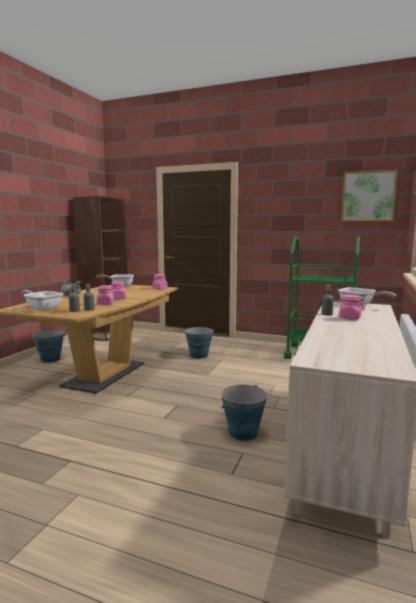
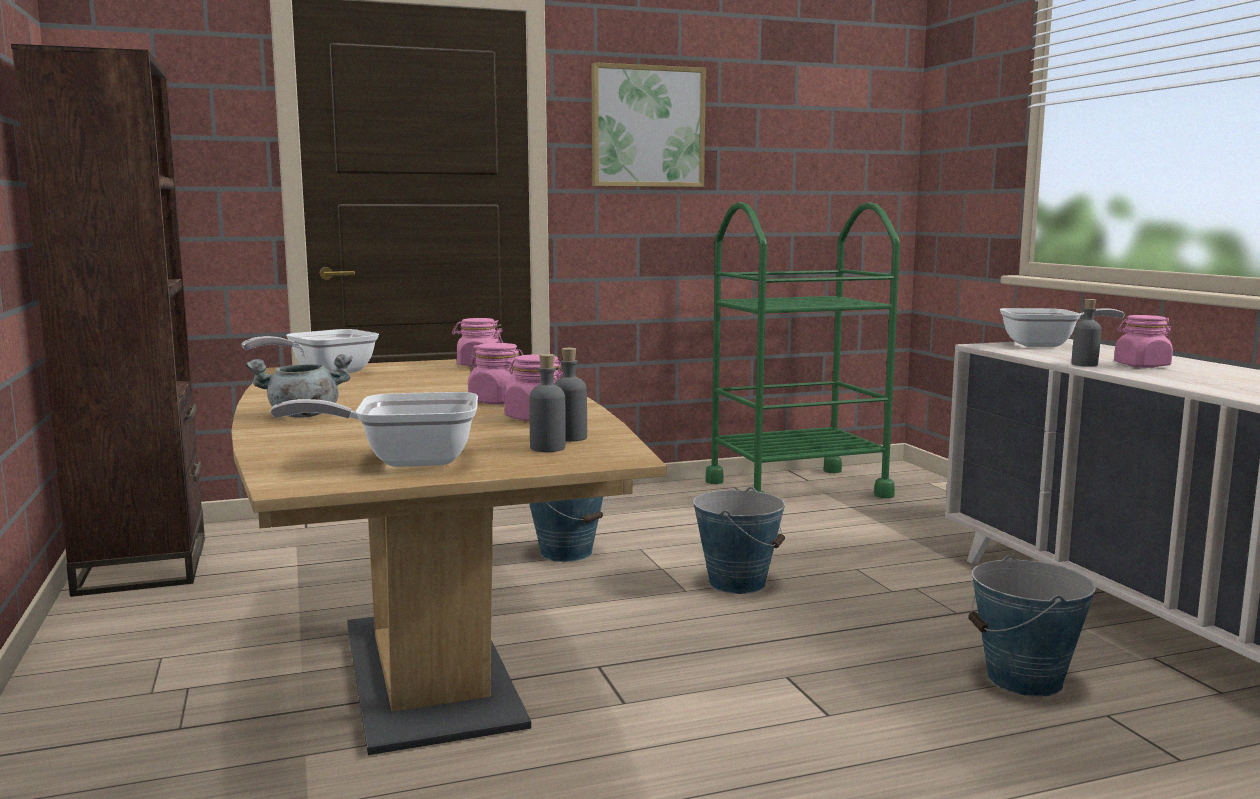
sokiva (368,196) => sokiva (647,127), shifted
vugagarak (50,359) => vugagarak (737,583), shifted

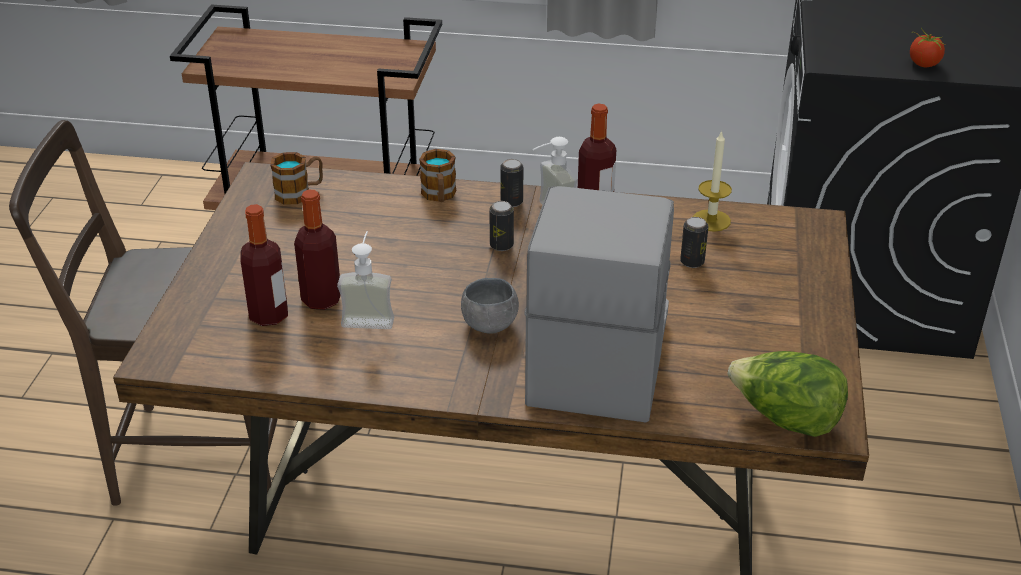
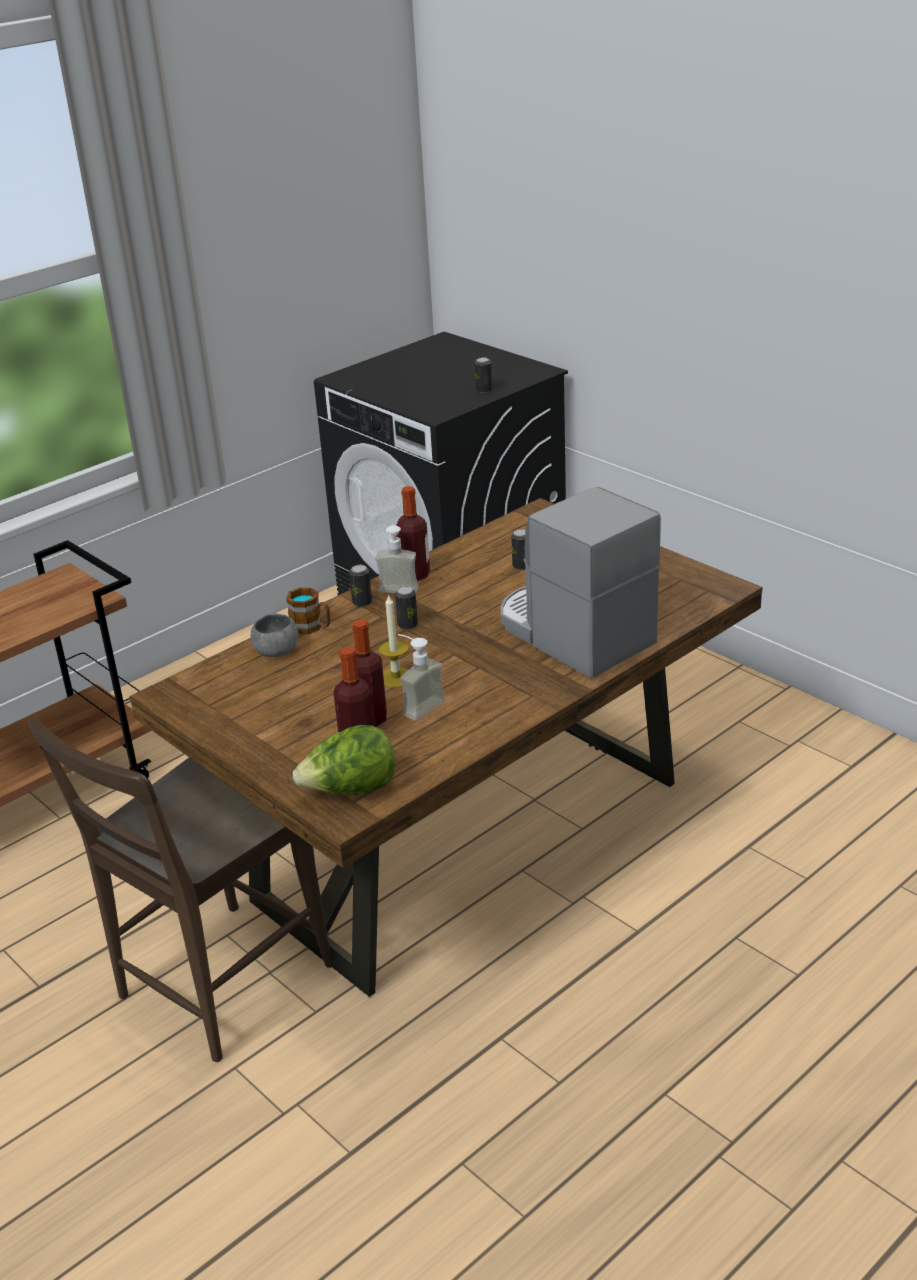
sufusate (923,64) => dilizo (484,390)
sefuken (711,220) => sefuken (396,677), shifted
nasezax (299,193) => nothing
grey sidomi (489,324) => grey sidomi (277,651), shifted
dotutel (785,419) => dotutel (351,791), shifted

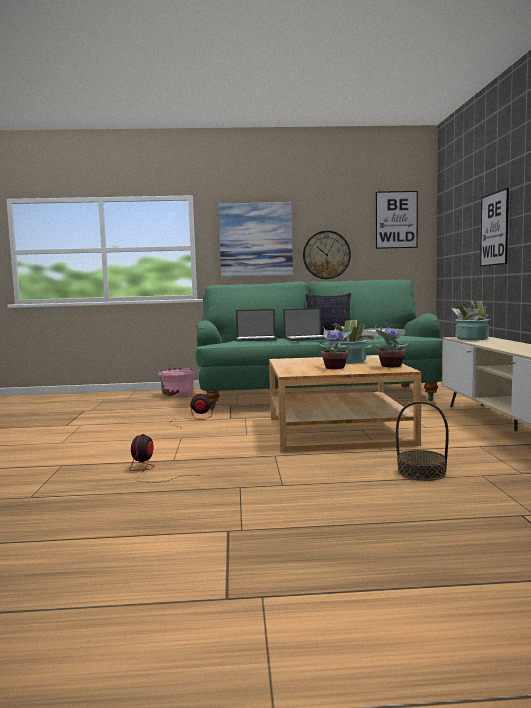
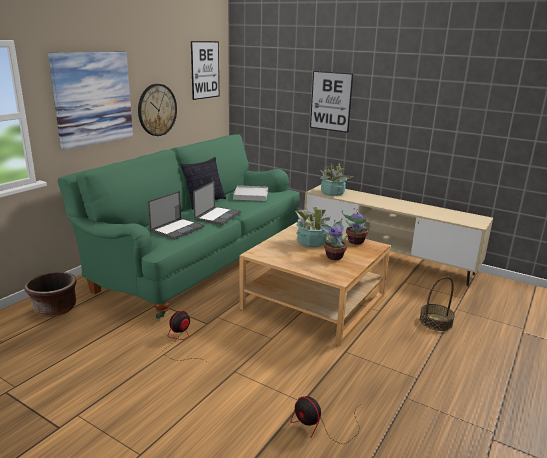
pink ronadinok (177,394) => brown ronadinok (55,309)

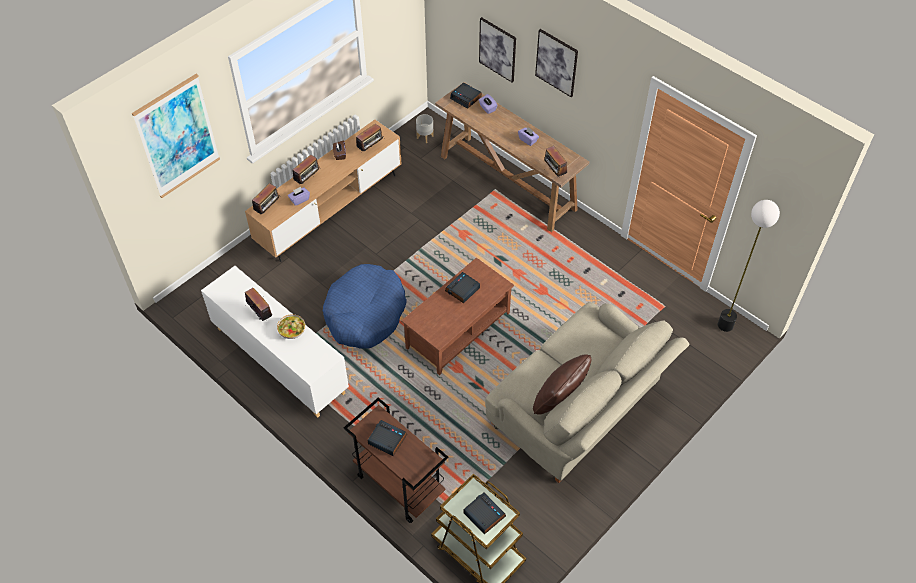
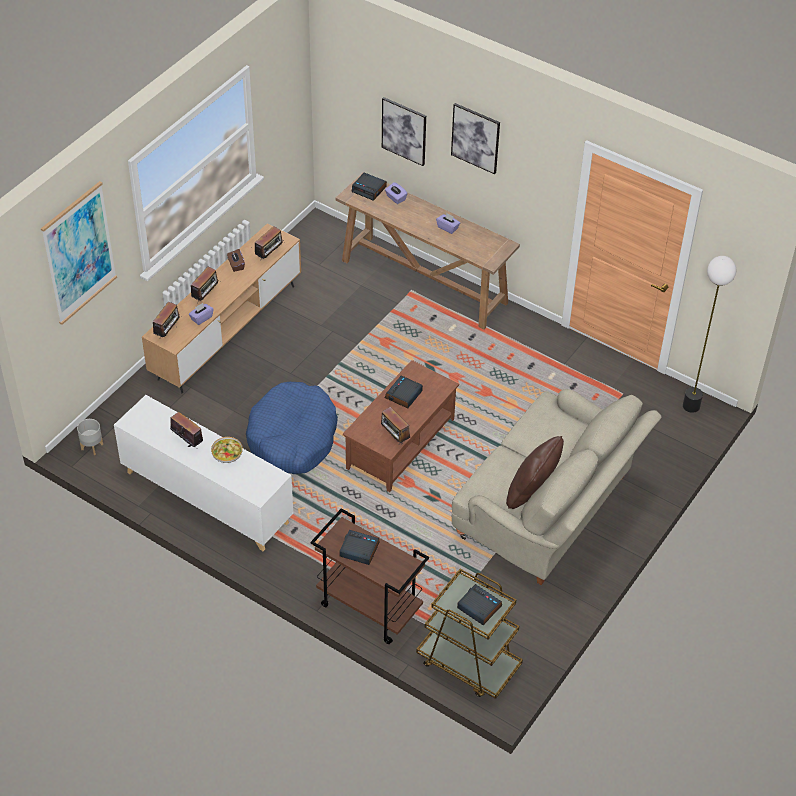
grey ronadinok (424,137) => grey ronadinok (91,447), shifted
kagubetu (554,172) => kagubetu (395,437), shifted

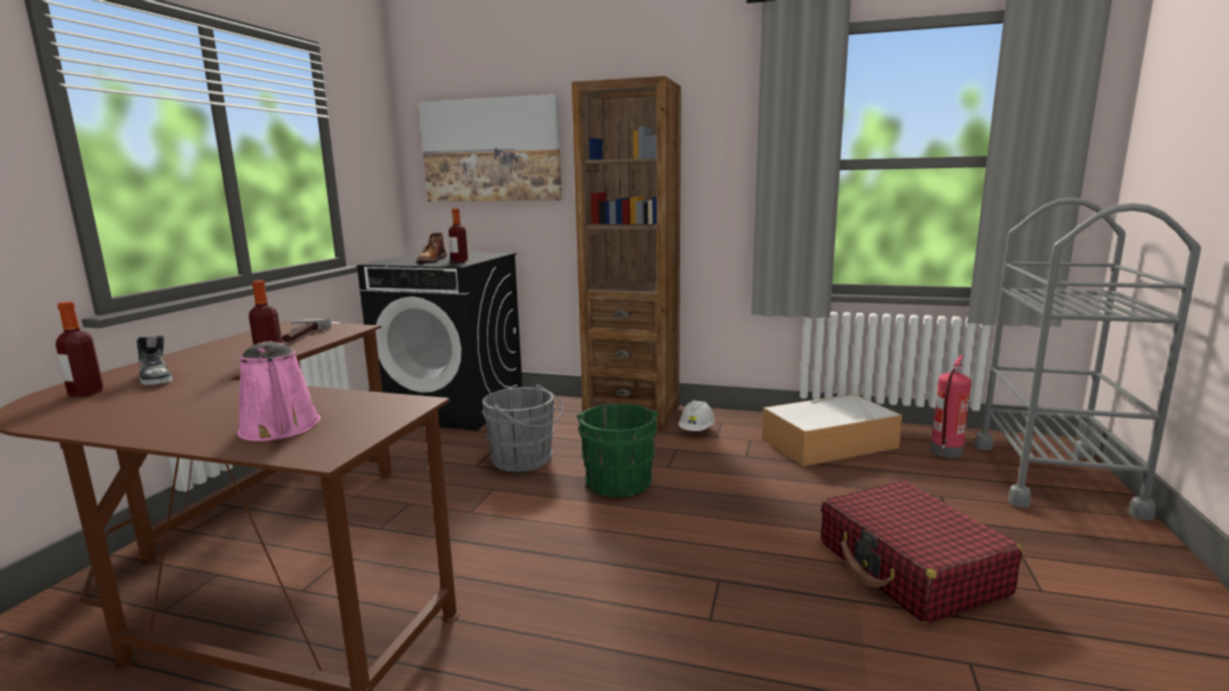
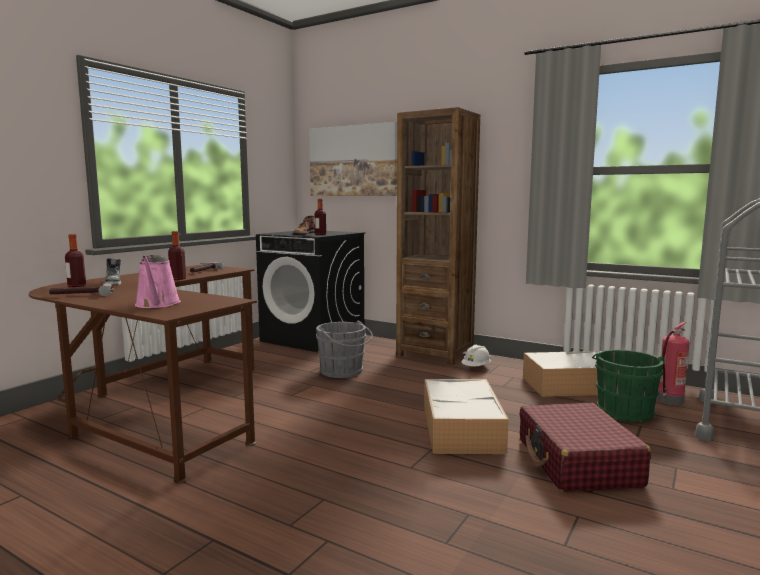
green vugagarak (618,480) => green vugagarak (624,410), shifted
nothing => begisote (83,294)
nothing => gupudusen (462,429)

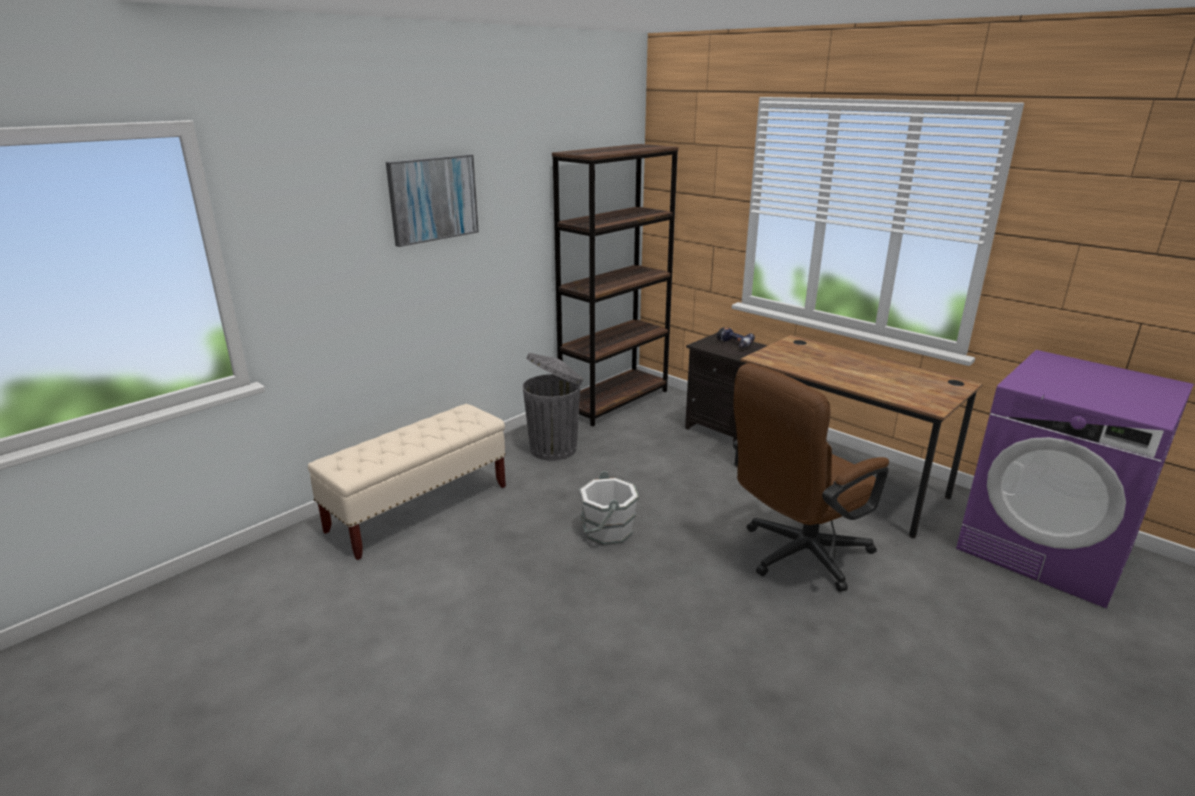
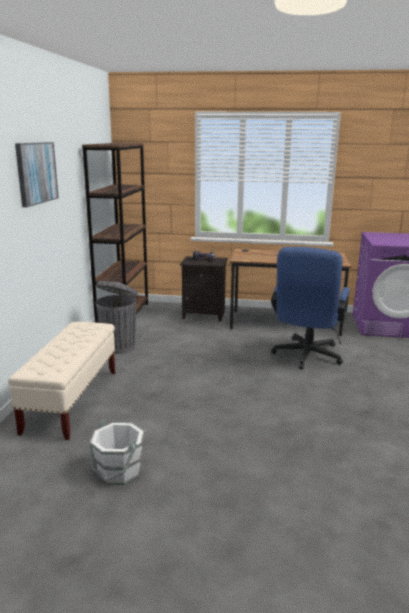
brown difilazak (796,556) => blue difilazak (306,357)
white vugagarak (607,531) => white vugagarak (118,472), shifted

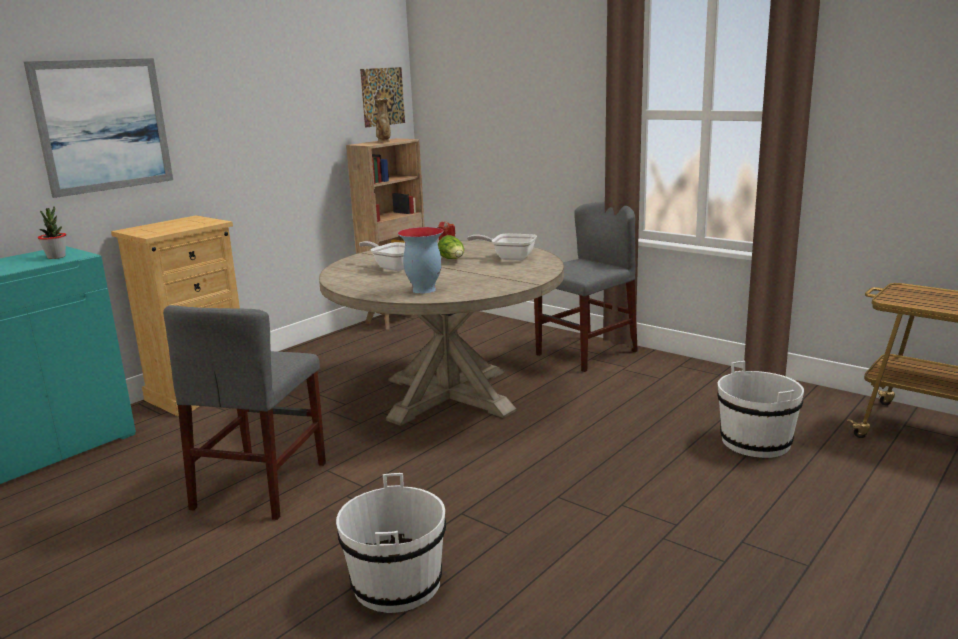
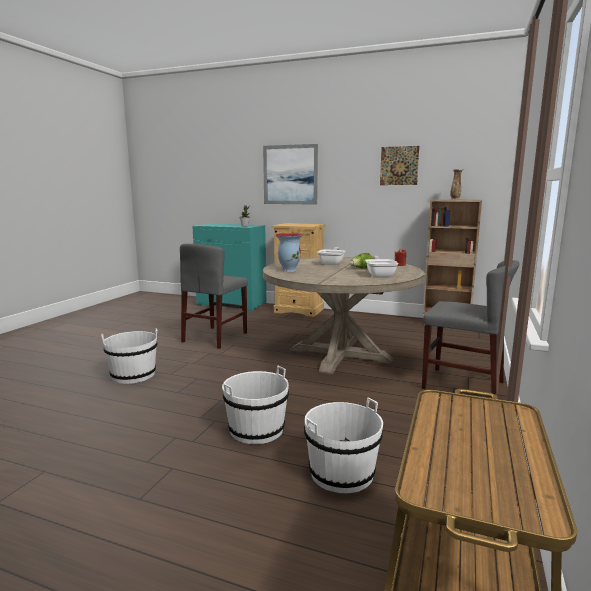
sokiva (383,96) => sokiva (399,165), shifted
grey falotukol (261,485) => grey falotukol (215,337), 60 degrees counterclockwise
nothing => white vugagarak (257,430)

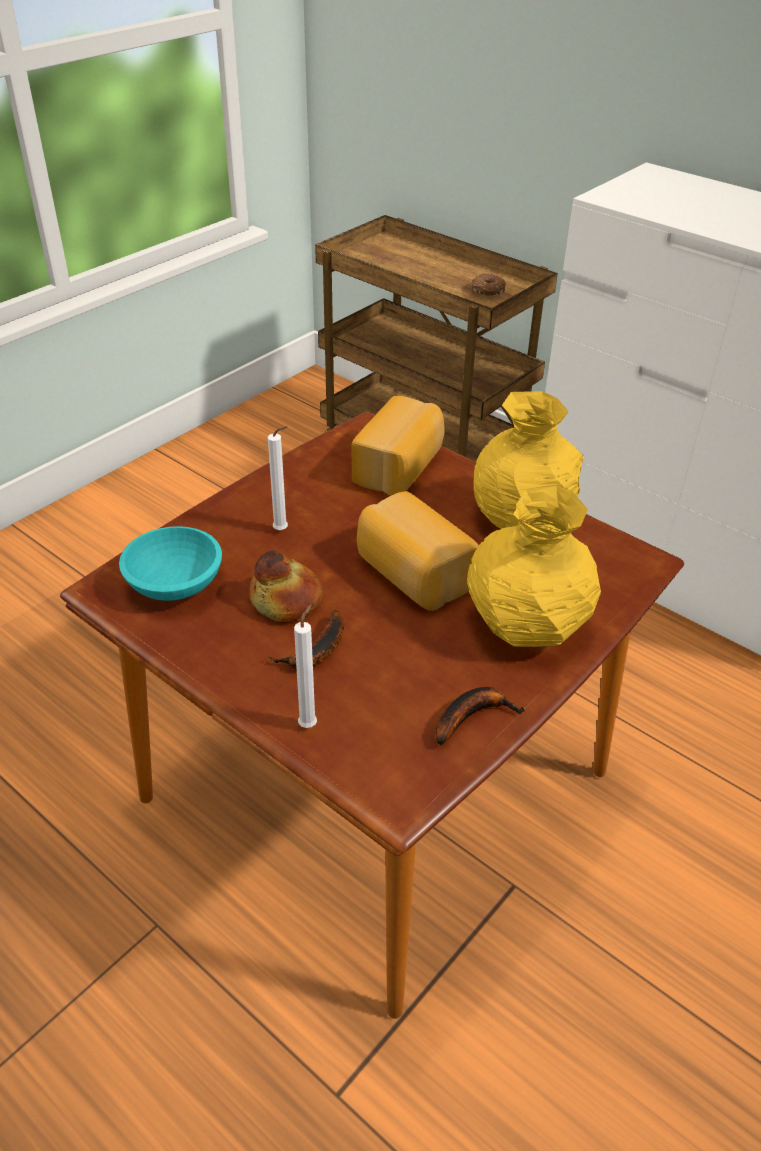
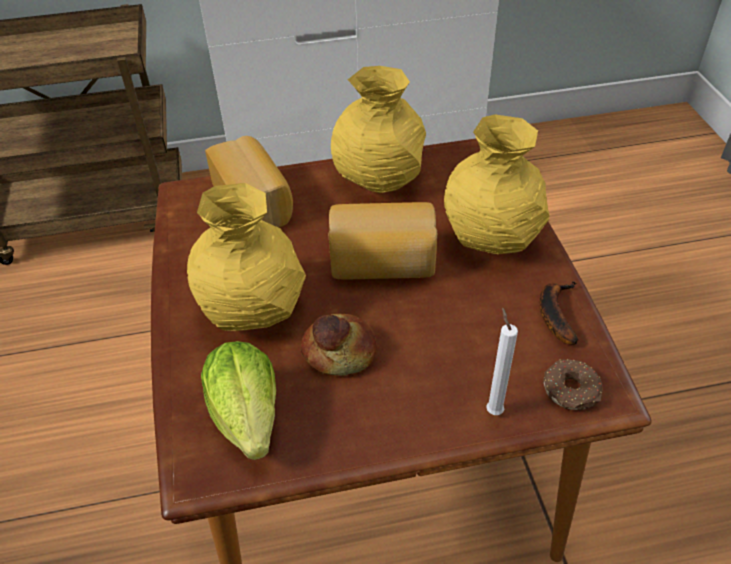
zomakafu (487,291) => zomakafu (571,391), shifted
white sefuken (283,530) => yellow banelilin (254,310)
turquoise sidomi (177,584) => dotutel (247,415)
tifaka (316,652) => nothing

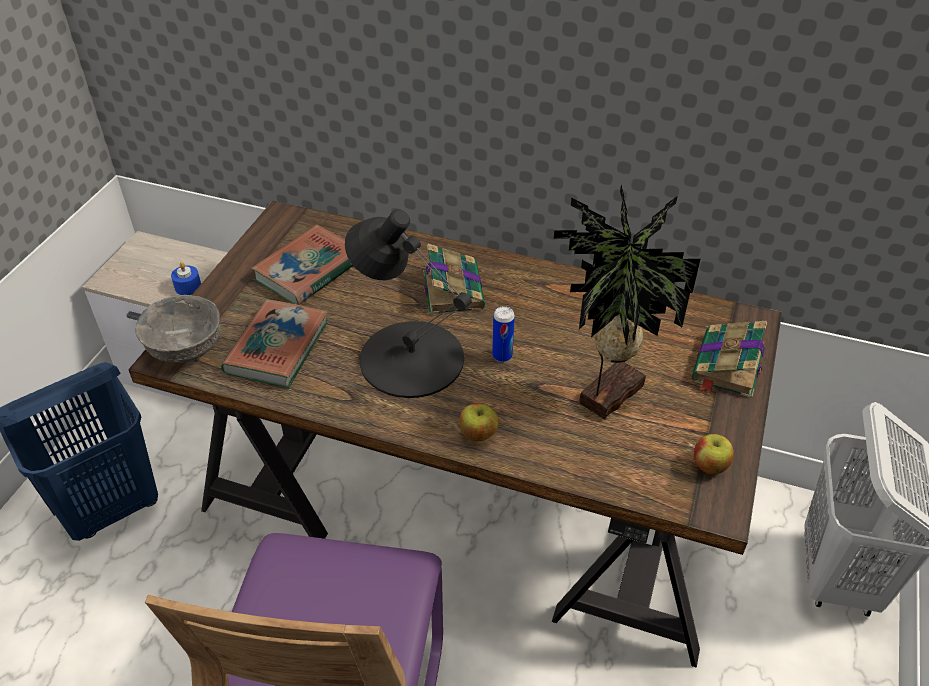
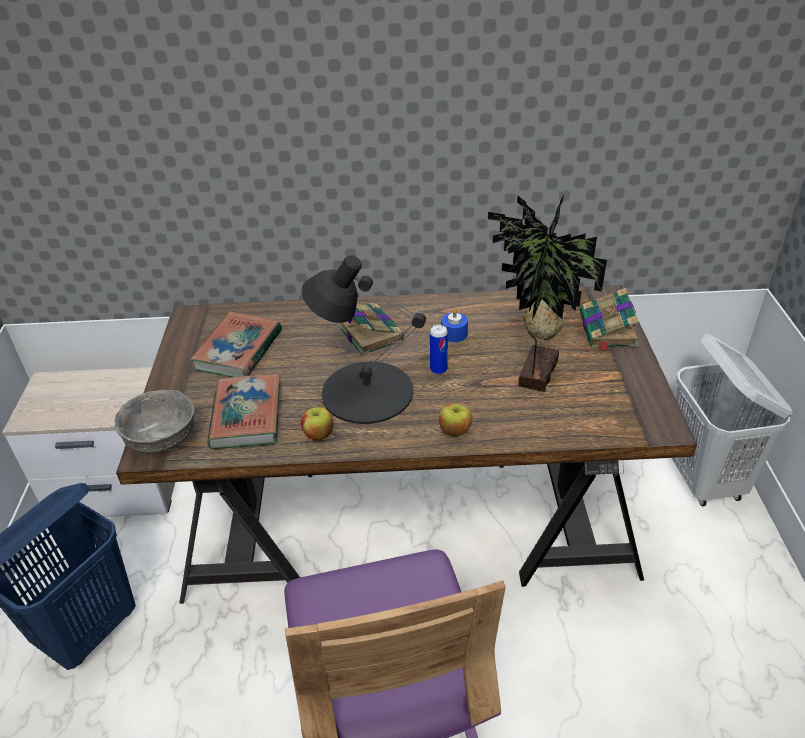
blue sefuken (188,287) => blue sefuken (454,334), shifted
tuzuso (709,465) => tuzuso (318,434), shifted

